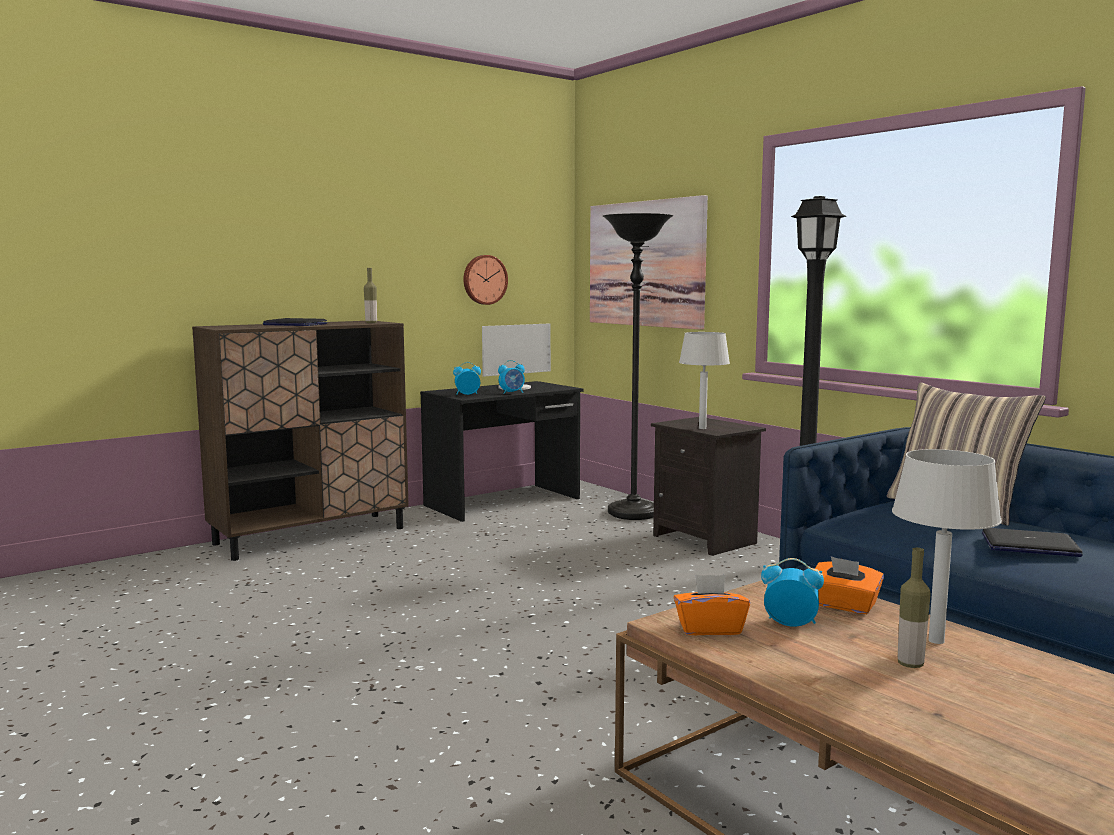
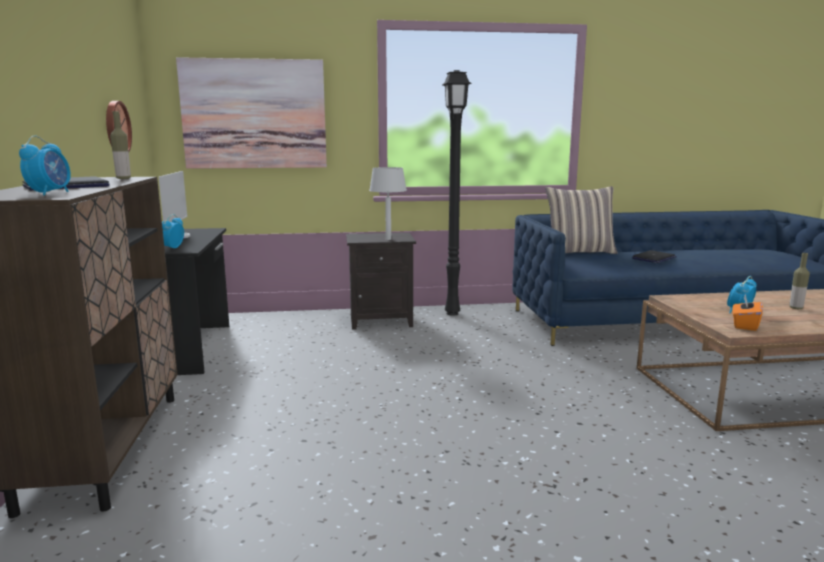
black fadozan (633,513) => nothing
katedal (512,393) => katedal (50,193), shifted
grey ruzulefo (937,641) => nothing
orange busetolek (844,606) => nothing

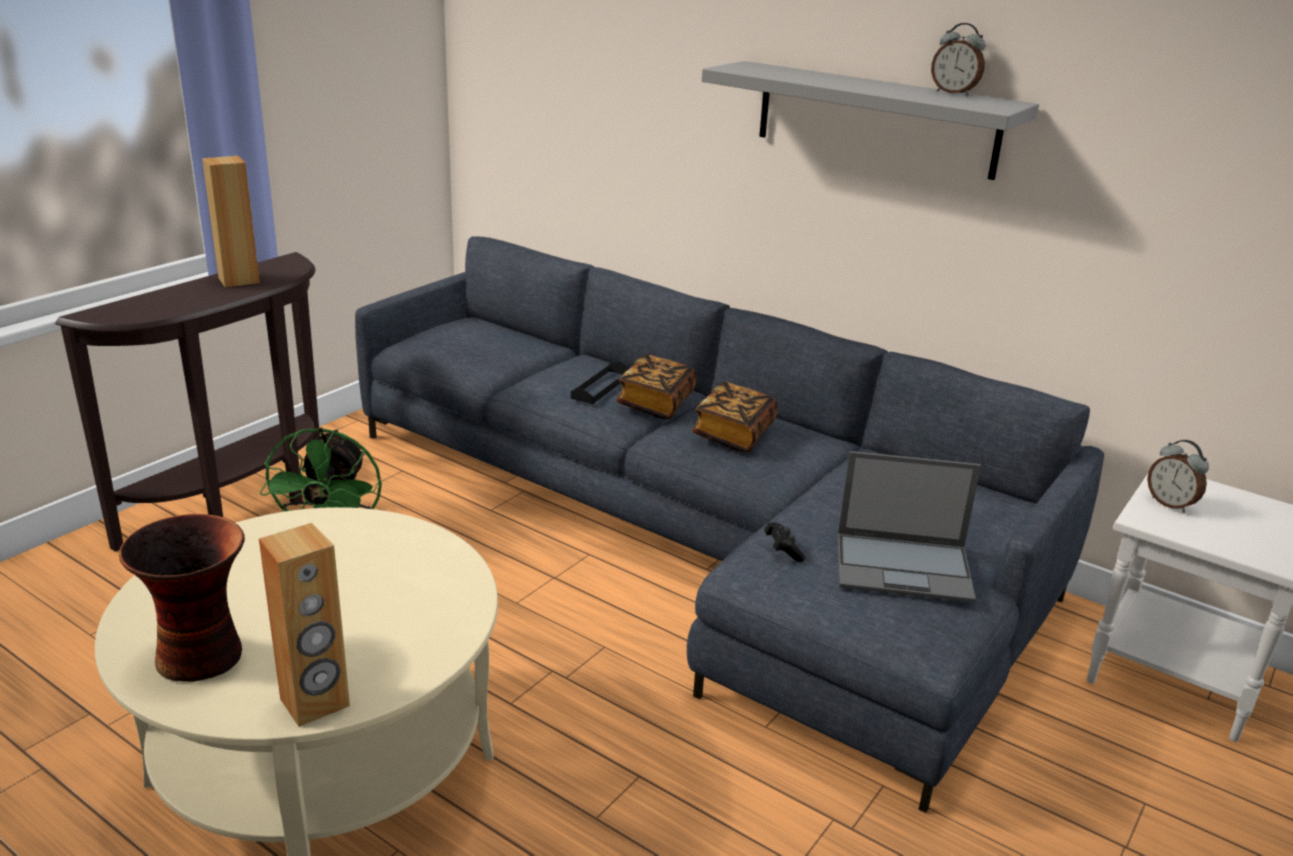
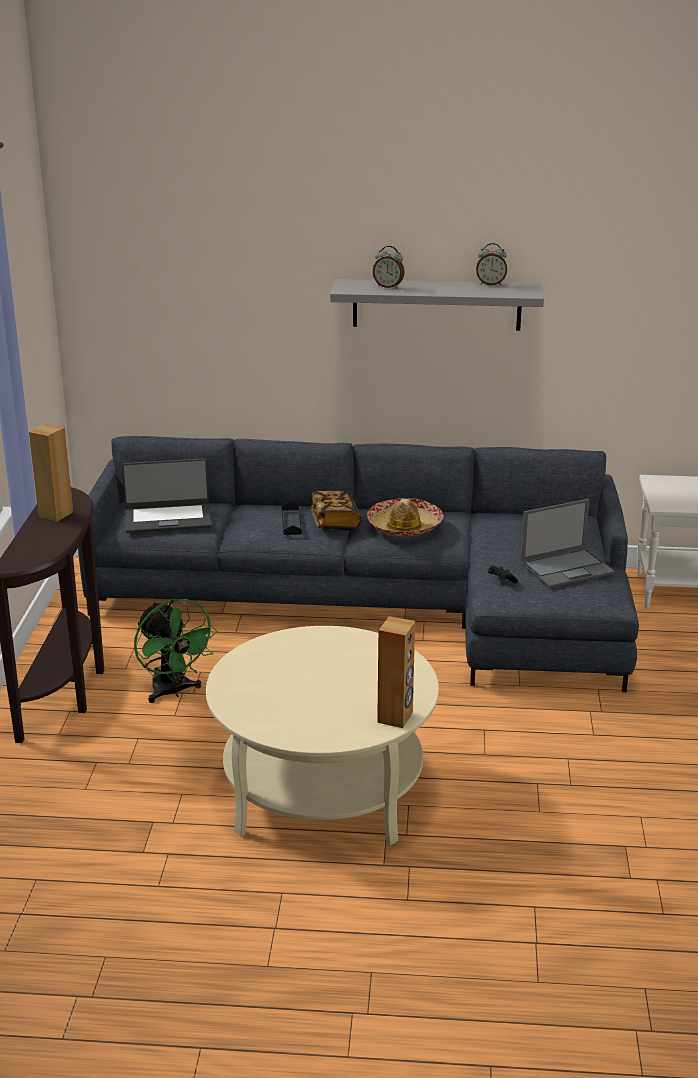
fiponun (733,434) => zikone (404,526)
katedal (1170,504) => katedal (388,287), shifted
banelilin (203,655) => nothing
nothing => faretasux (168,518)

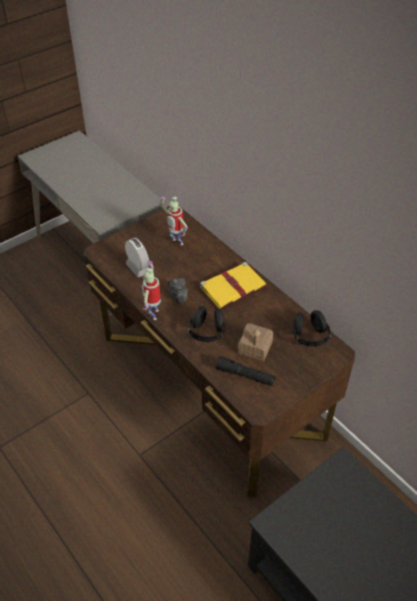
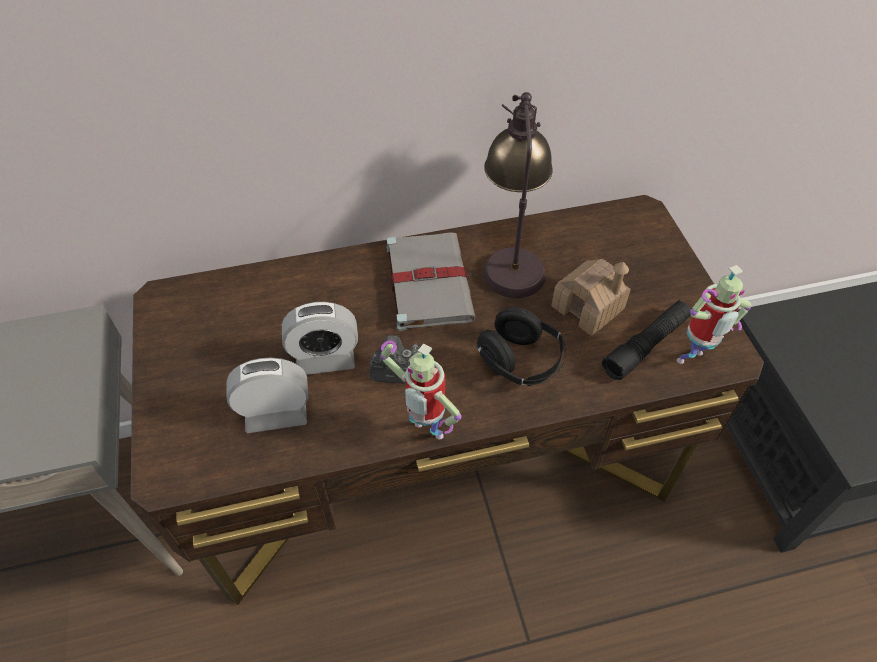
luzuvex (176,242) => luzuvex (692,360), shifted
yellow fiponun (234,287) => grey fiponun (428,281)
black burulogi (309,337) => nothing
nothing => ruzulefo (511,256)
nothing => katedal (325,359)

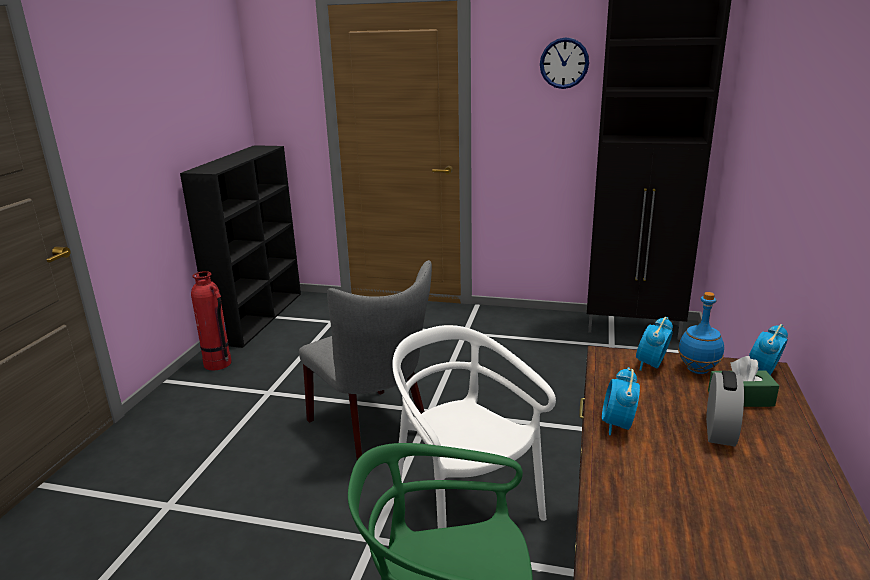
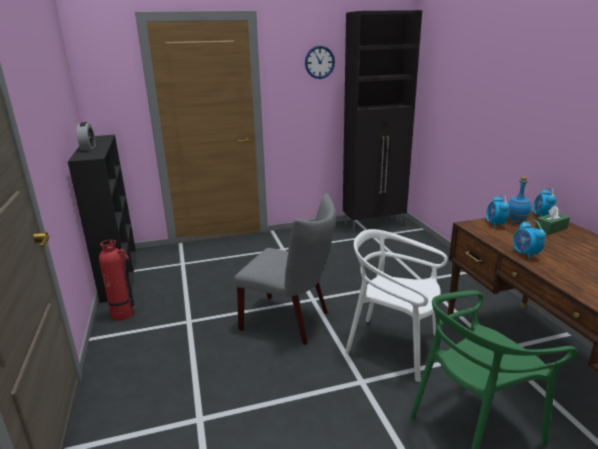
katedal (720,431) => katedal (88,148), shifted

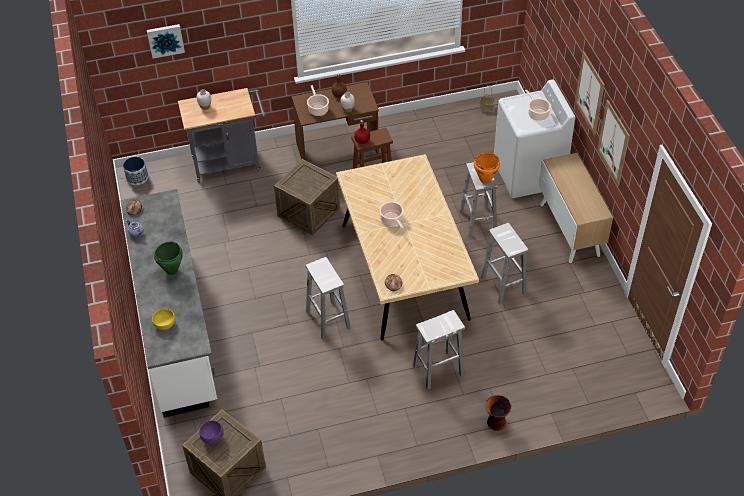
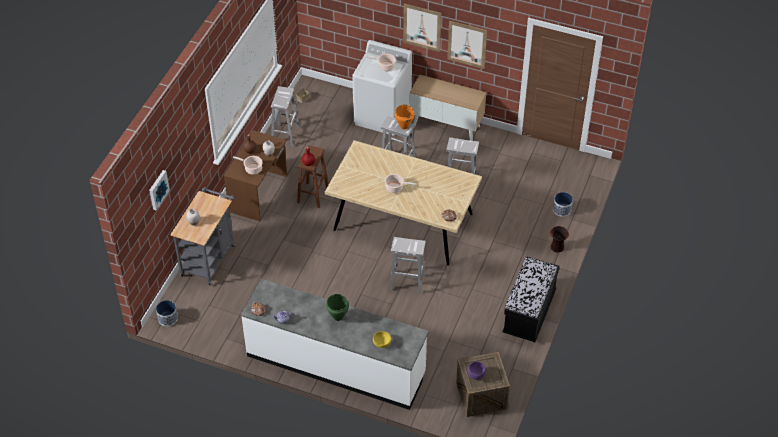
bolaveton (308,212) => nothing
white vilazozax (437,371) => white vilazozax (285,135), shifted
nothing => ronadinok (562,210)
nothing => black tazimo (529,313)

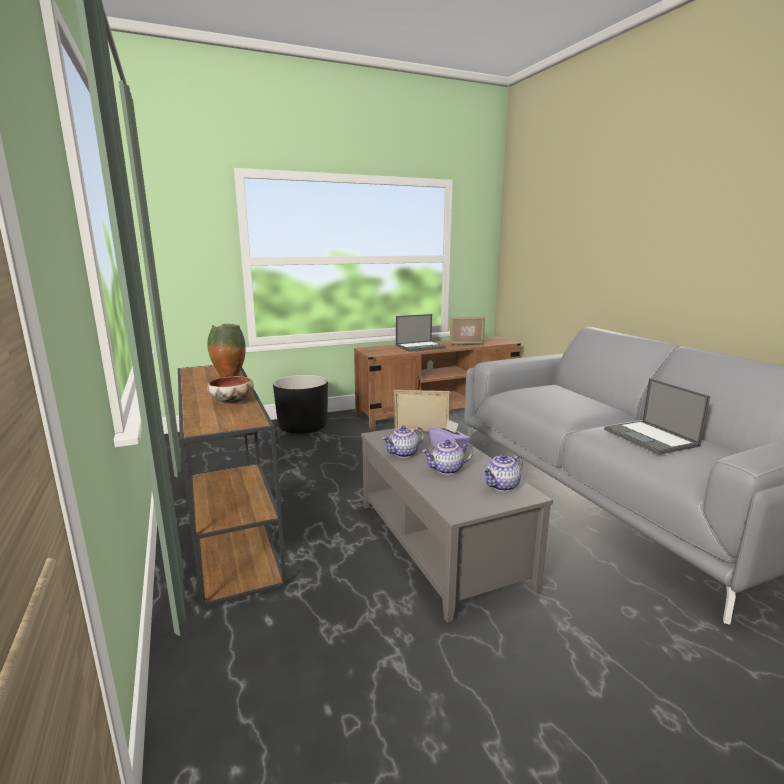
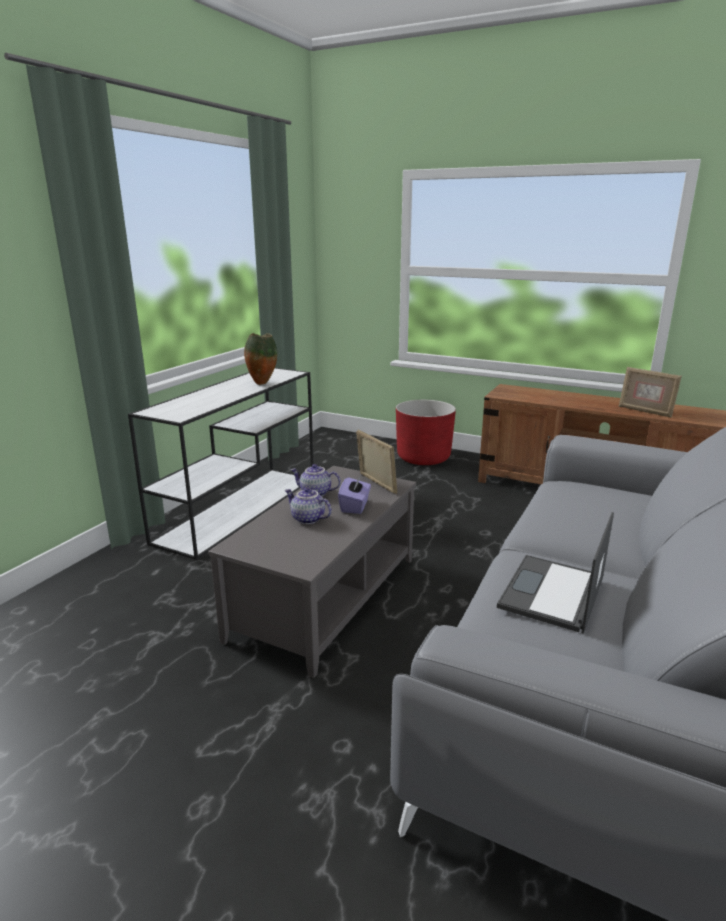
faretasux (420,347) => nothing
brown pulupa (230,525) => white pulupa (240,507)
black ronadinok (303,427) => red ronadinok (423,458)
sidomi (232,402) => nothing
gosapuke (502,486) => nothing

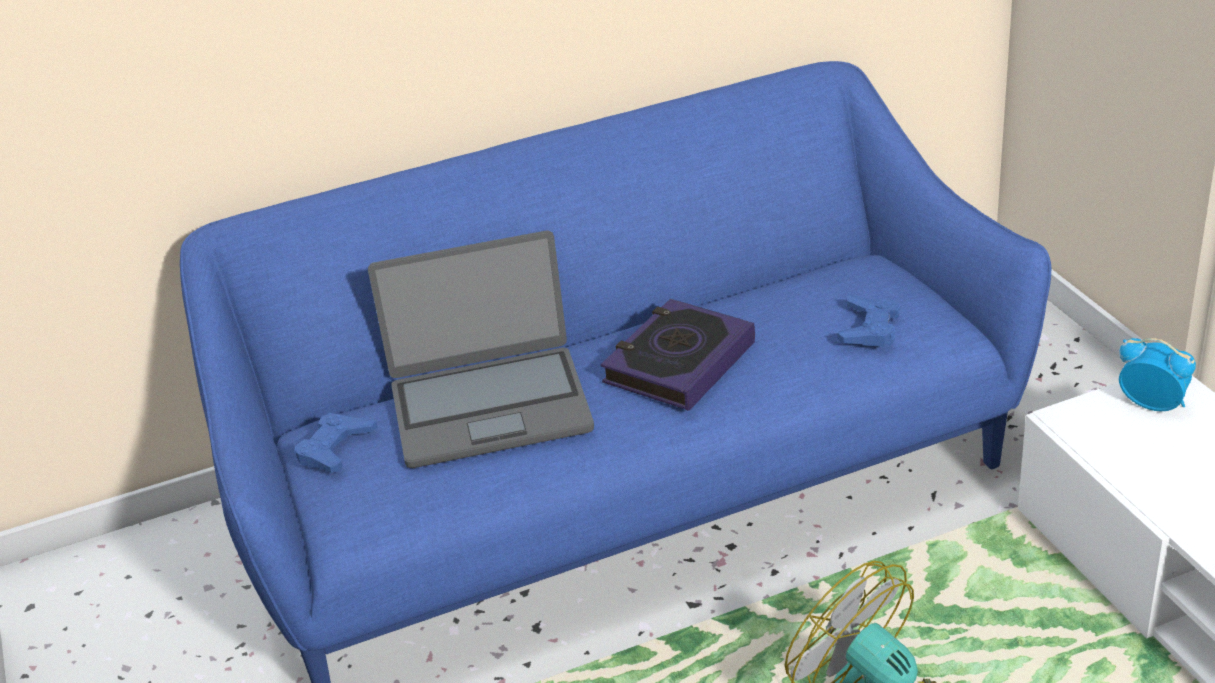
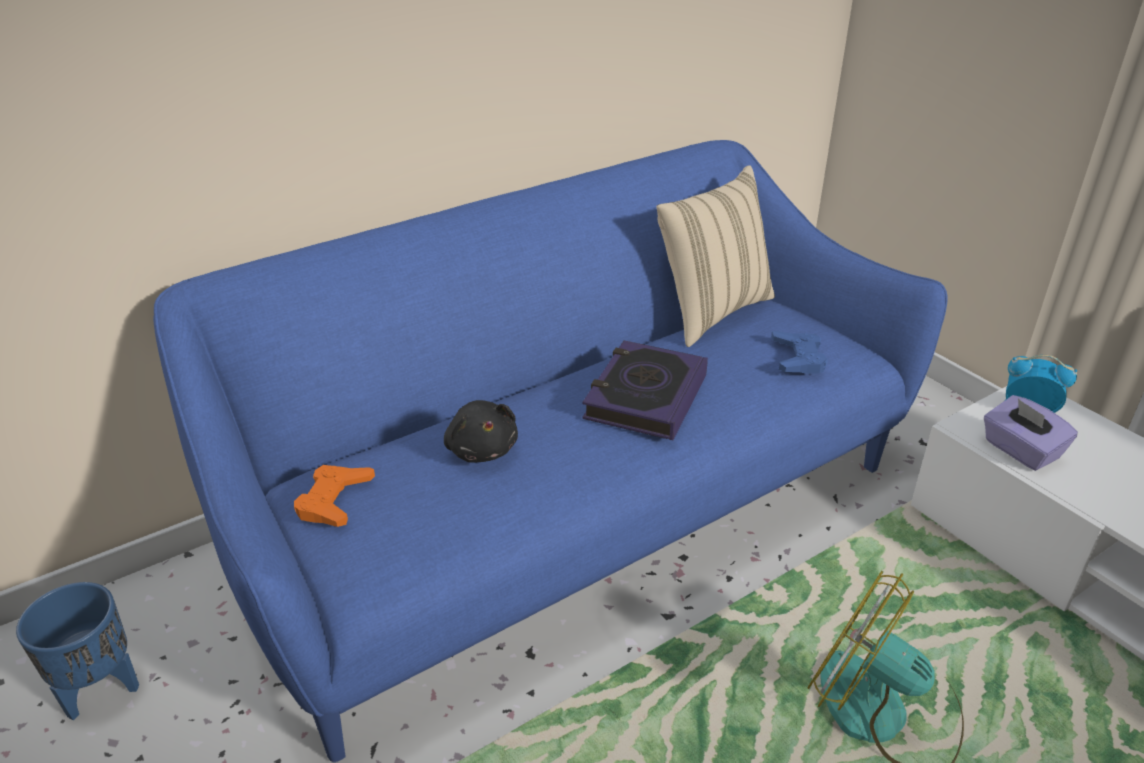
faretasux (490,407) => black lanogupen (481,449)
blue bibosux (335,448) => orange bibosux (334,500)
nothing => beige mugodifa (711,312)
nothing => purple busetolek (1020,450)
nothing => blue ronadinok (101,689)

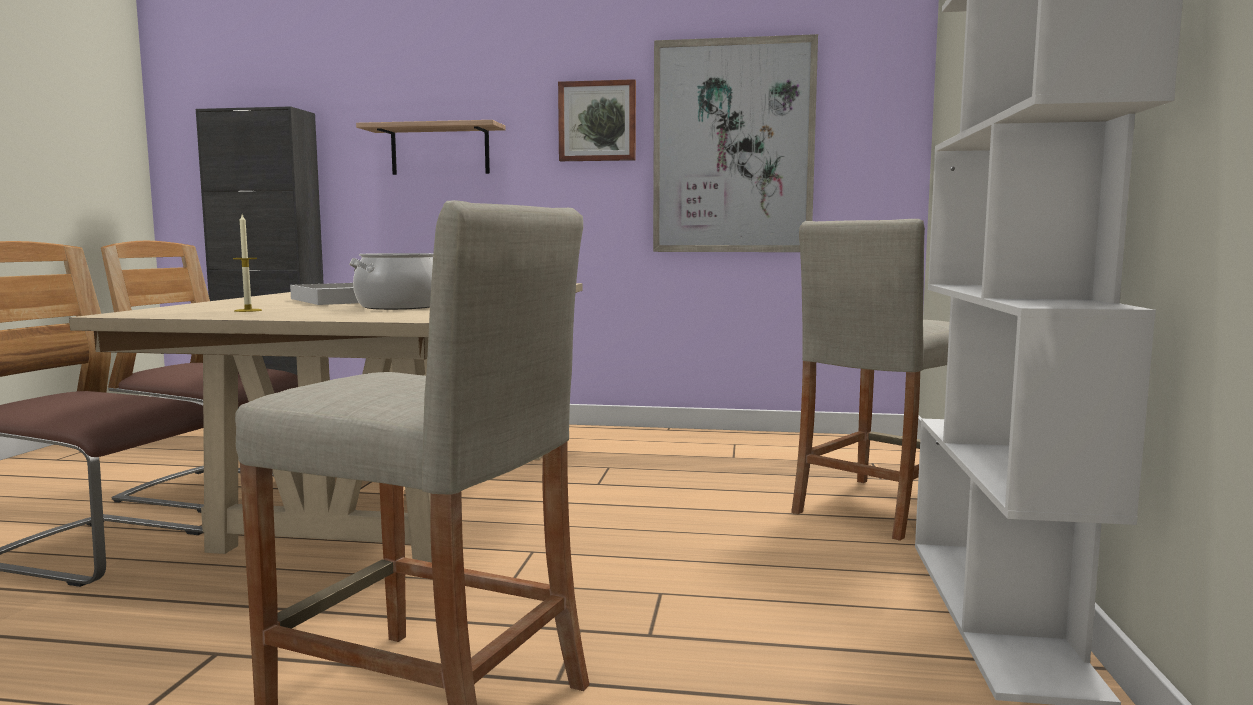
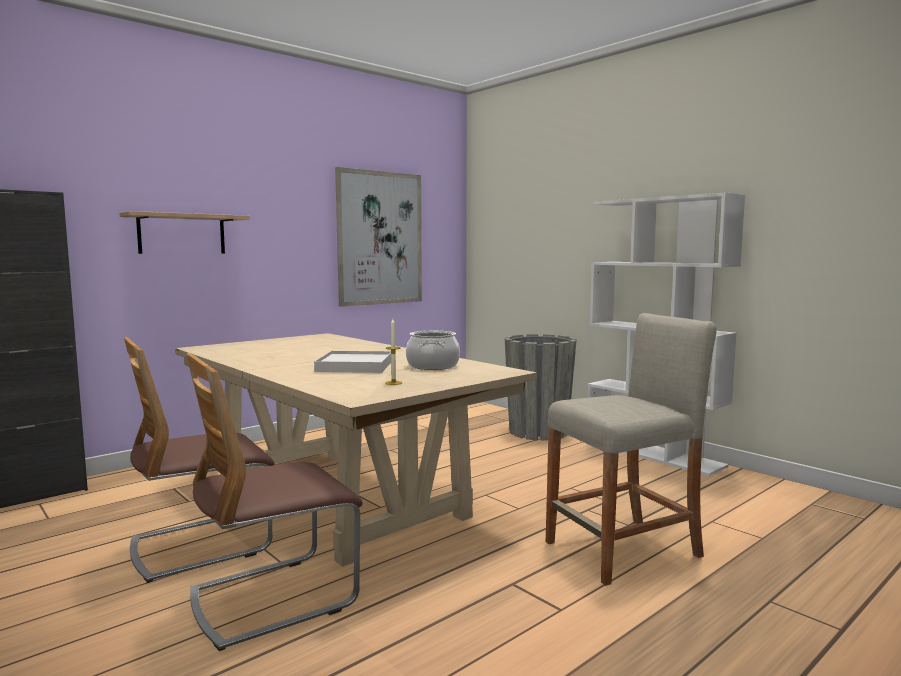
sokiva (597,121) => nothing
beige vilazozax (878,507) => grey ronadinok (538,432)

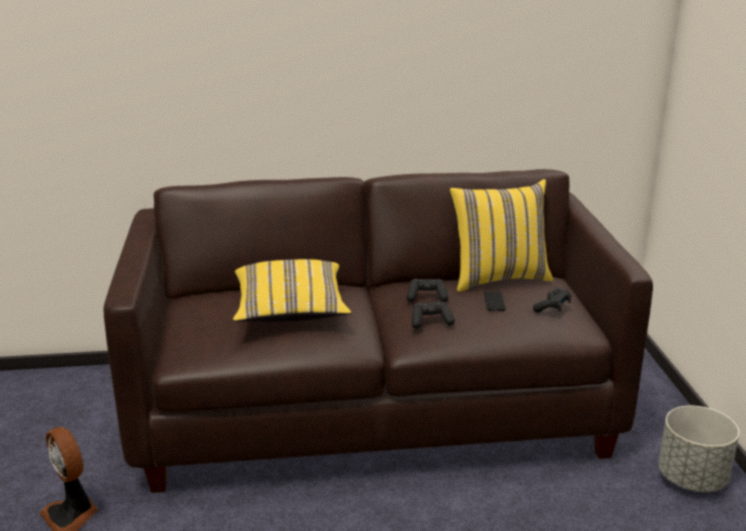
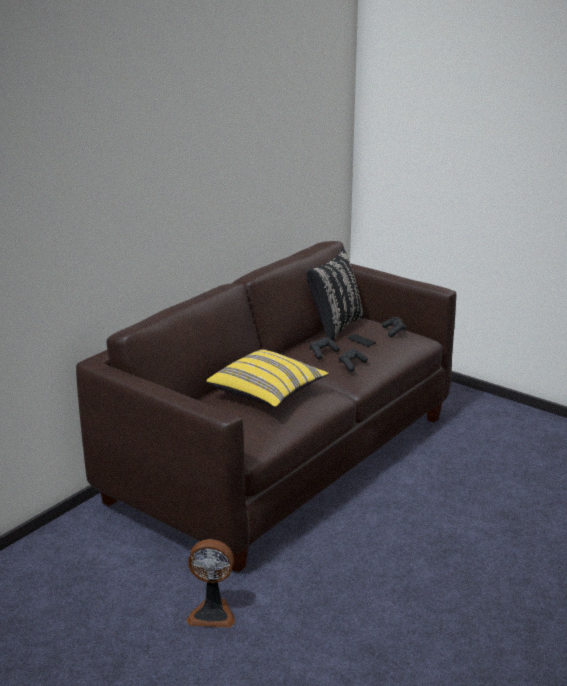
yellow mugodifa (498,278) => black mugodifa (334,327)
grey ronadinok (692,478) => nothing

